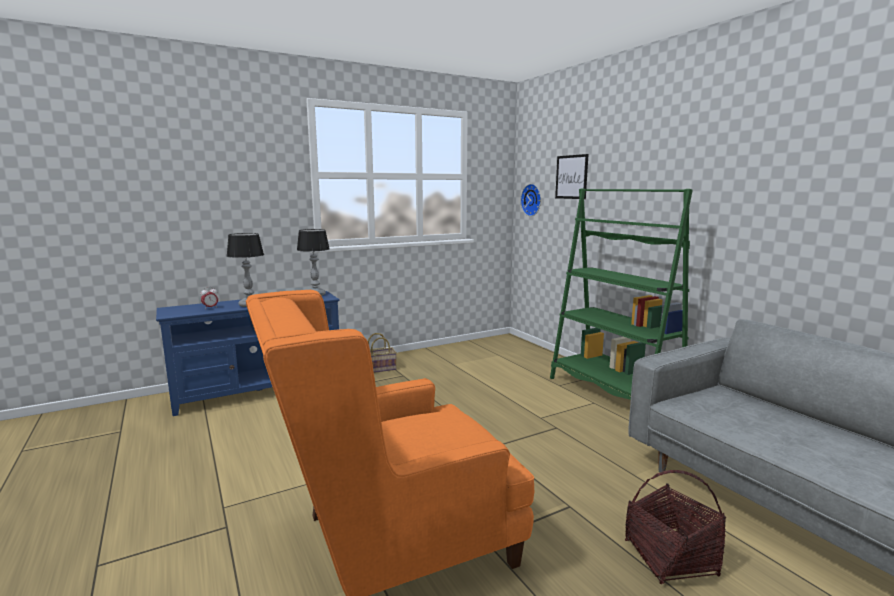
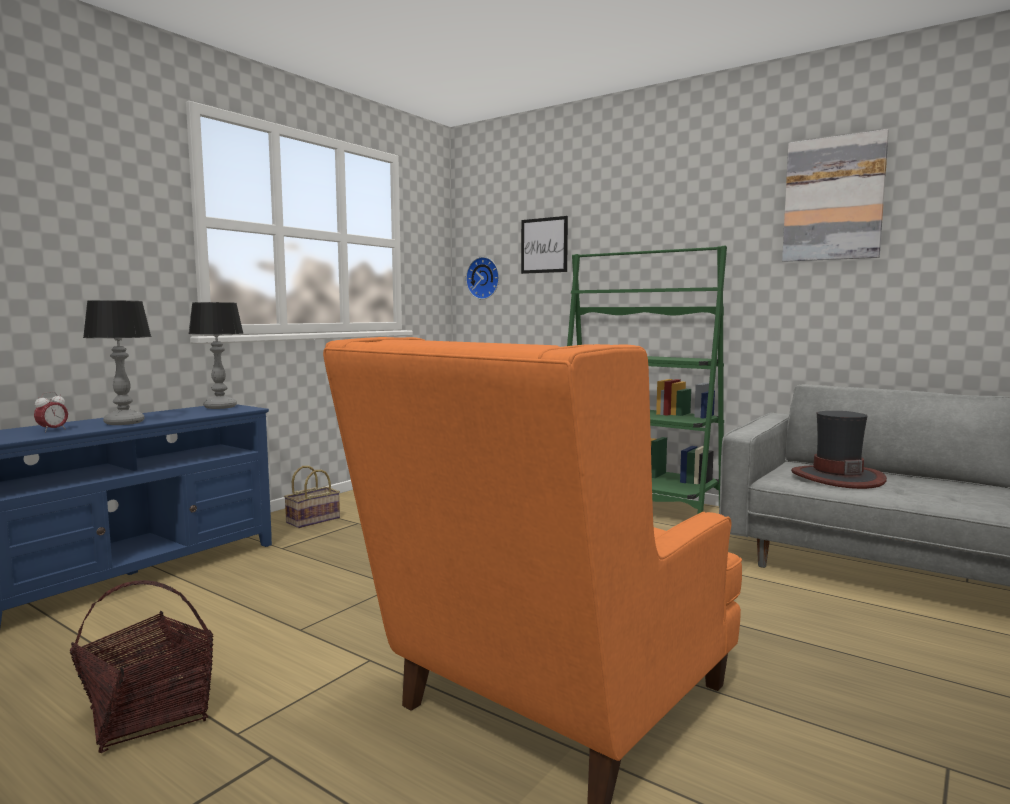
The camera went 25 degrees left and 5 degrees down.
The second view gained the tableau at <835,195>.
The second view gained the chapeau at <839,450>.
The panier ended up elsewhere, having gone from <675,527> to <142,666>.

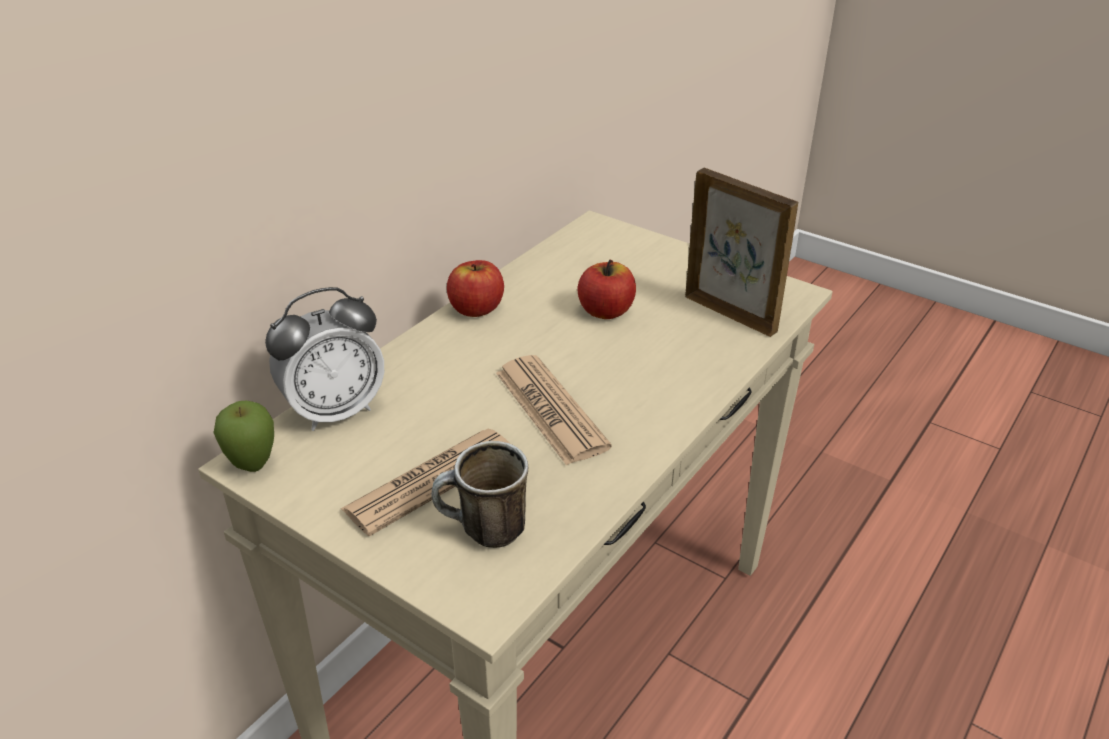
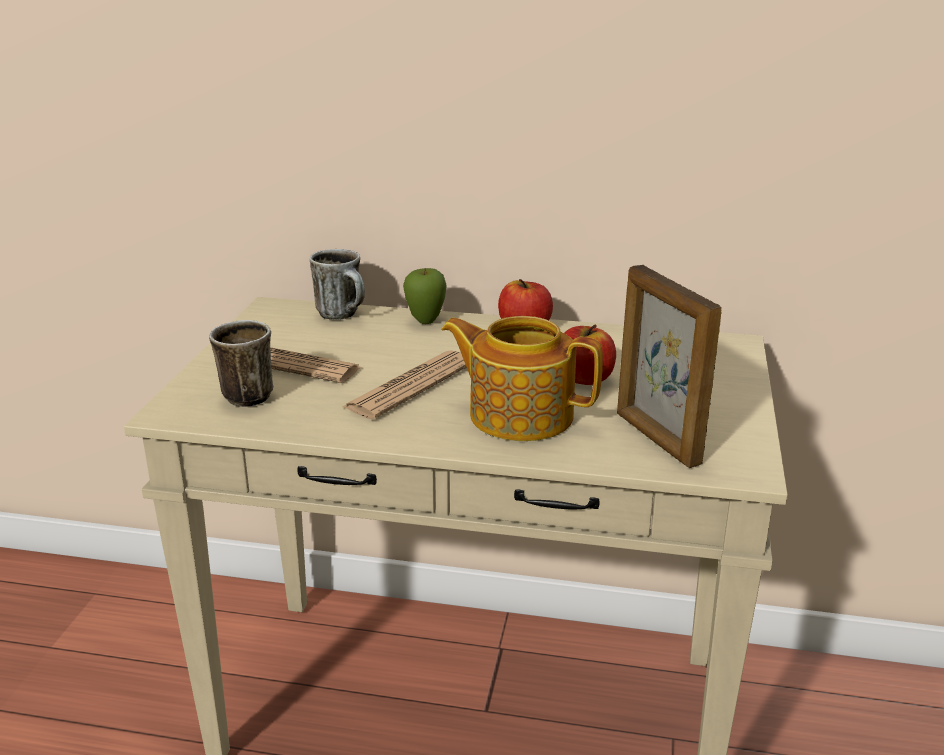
The camera went 65 degrees right and 10 degrees down.
The second view gained the théière at <522,378>.
The pomme ended up elsewhere, having gone from <243,436> to <425,296>.
Where the réveil stood at <324,359>, the mug came to stand at <337,284>.
The cadre photo at <741,252> ended up facing another way, 135 degrees clockwise from before.

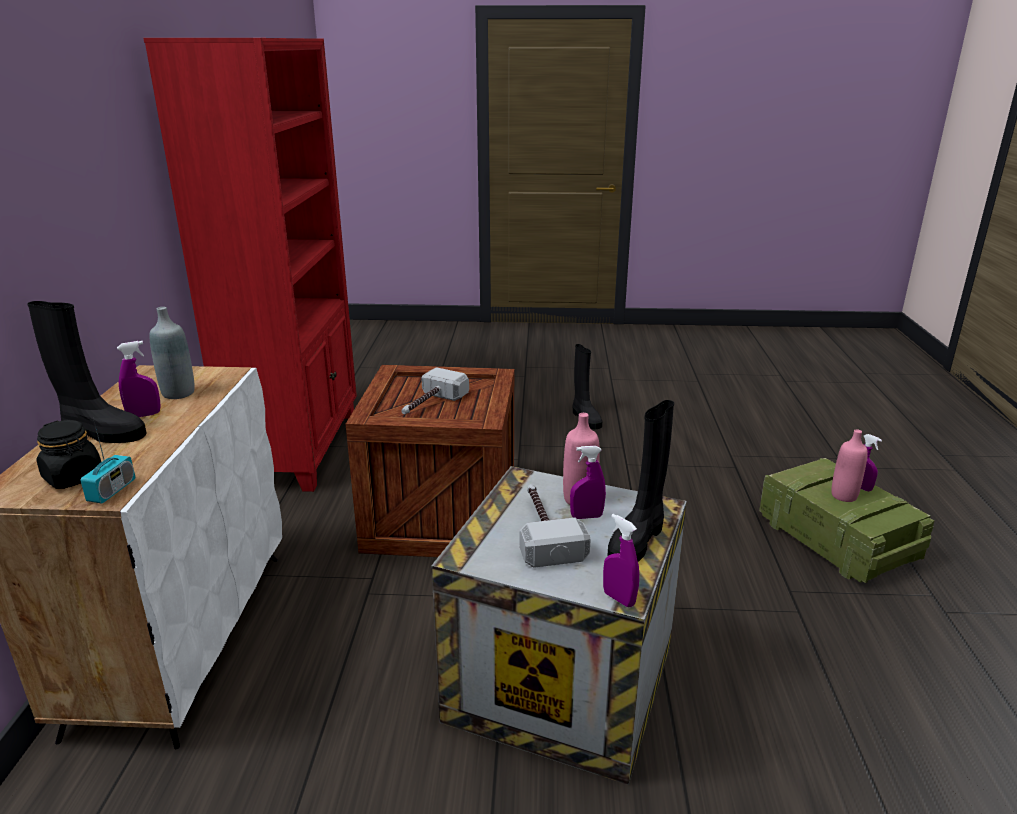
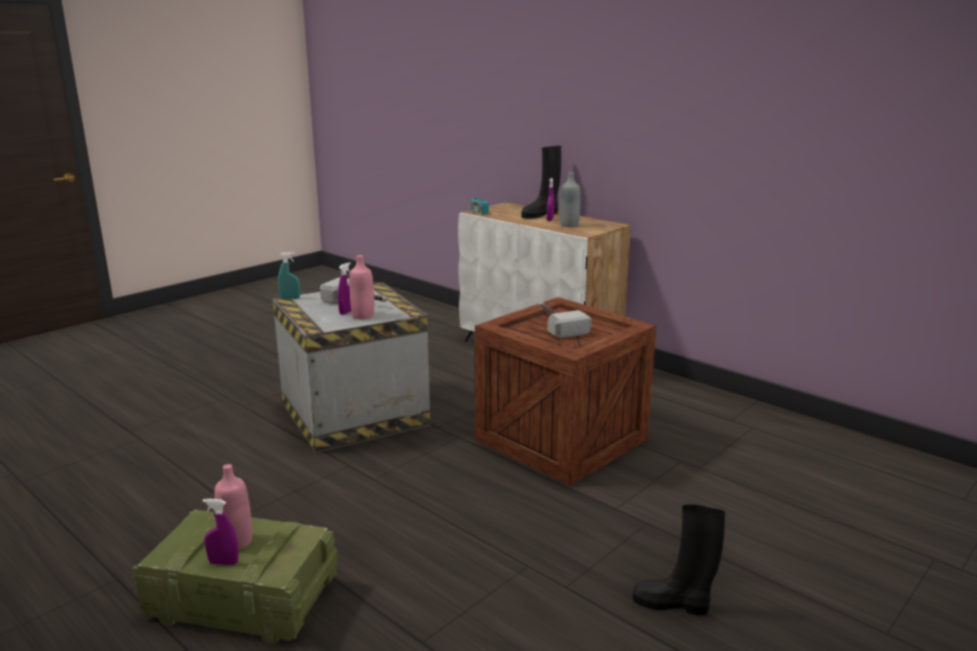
The camera went 130 degrees right and 5 degrees down.
The second view lost the bocal/noir at <69,454>.
The second view lost the bibliothèque/rouge at <250,265>.
The second view lost the botte/noir at <641,480>.
What was the vaporisateur/violet at <621,560> turned into the vaporisateur/turquoise at <289,275>.

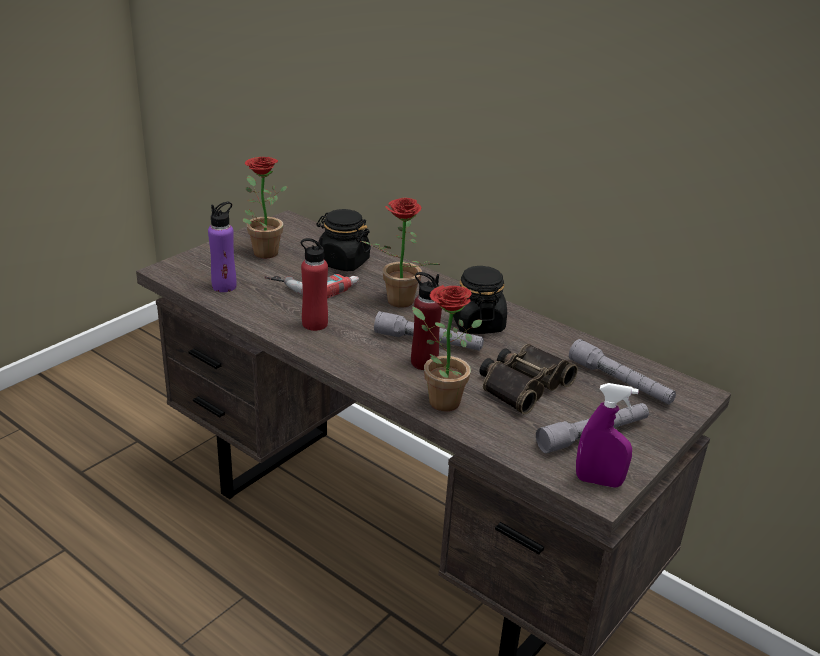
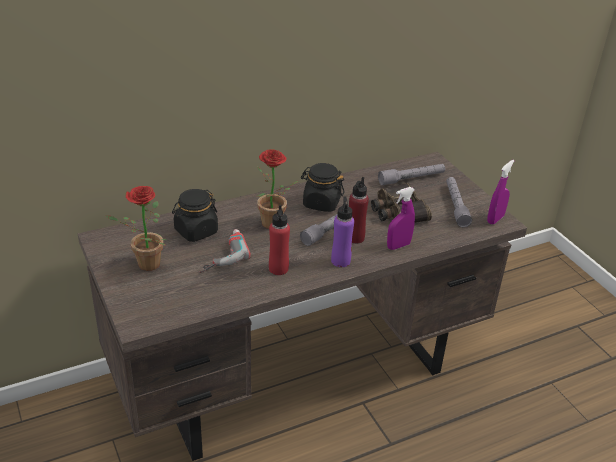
The camera went 65 degrees left and 5 degrees up.
The bouteille/violet ended up elsewhere, having gone from <222,247> to <342,231>.
Where the plante en pot stood at <447,348>, the vaporisateur/violet came to stand at <401,218>.

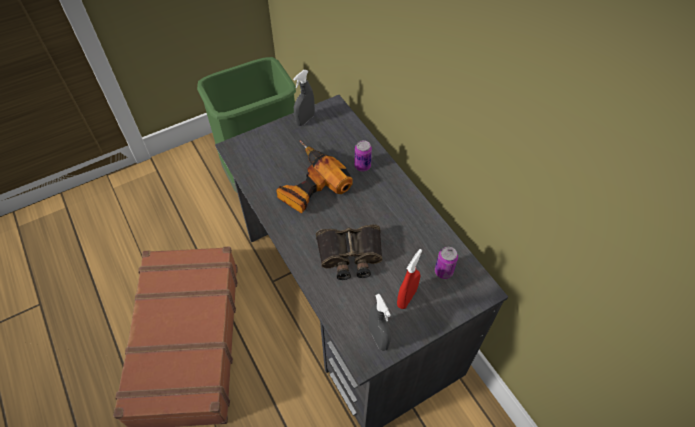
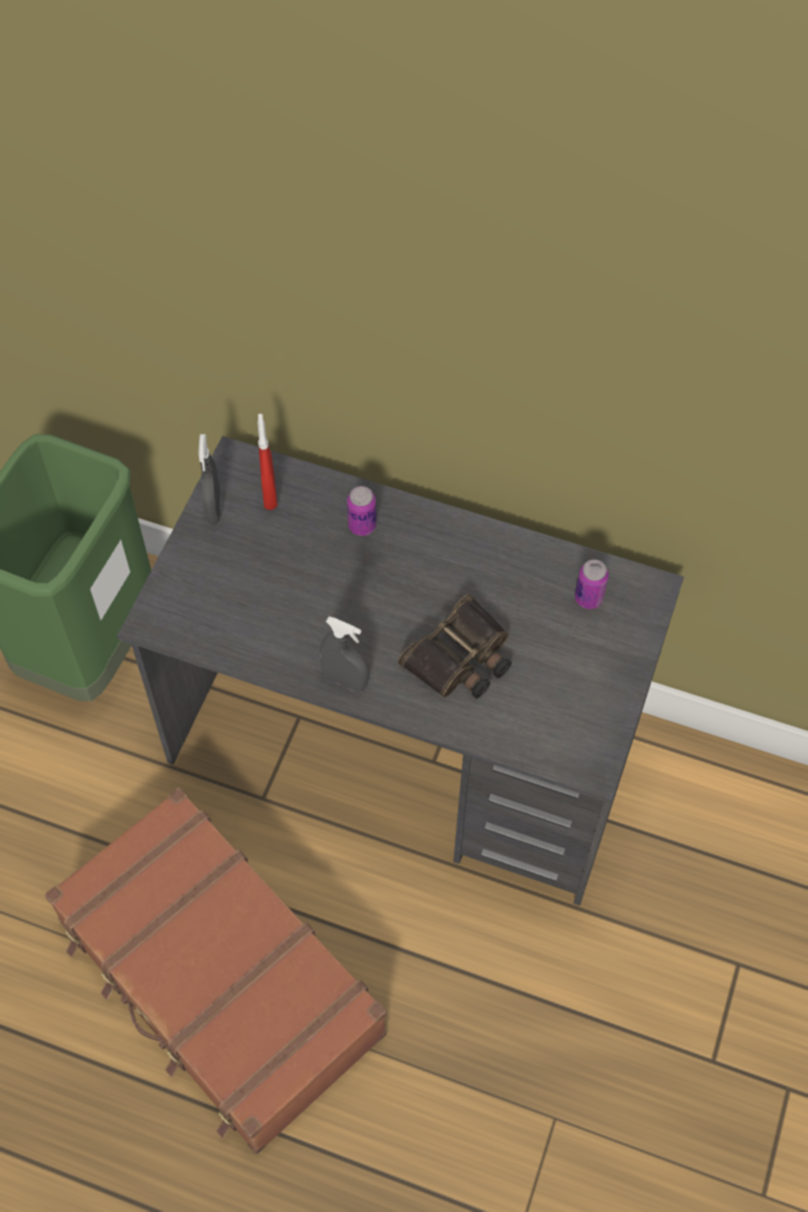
The camera went 40 degrees left and 5 degrees up.
The second view lost the perceuse at <314,177>.
The vaporisateur/gris ended up elsewhere, having gone from <380,322> to <344,654>.
The vaporisateur/rouge ended up elsewhere, having gone from <409,279> to <267,462>.

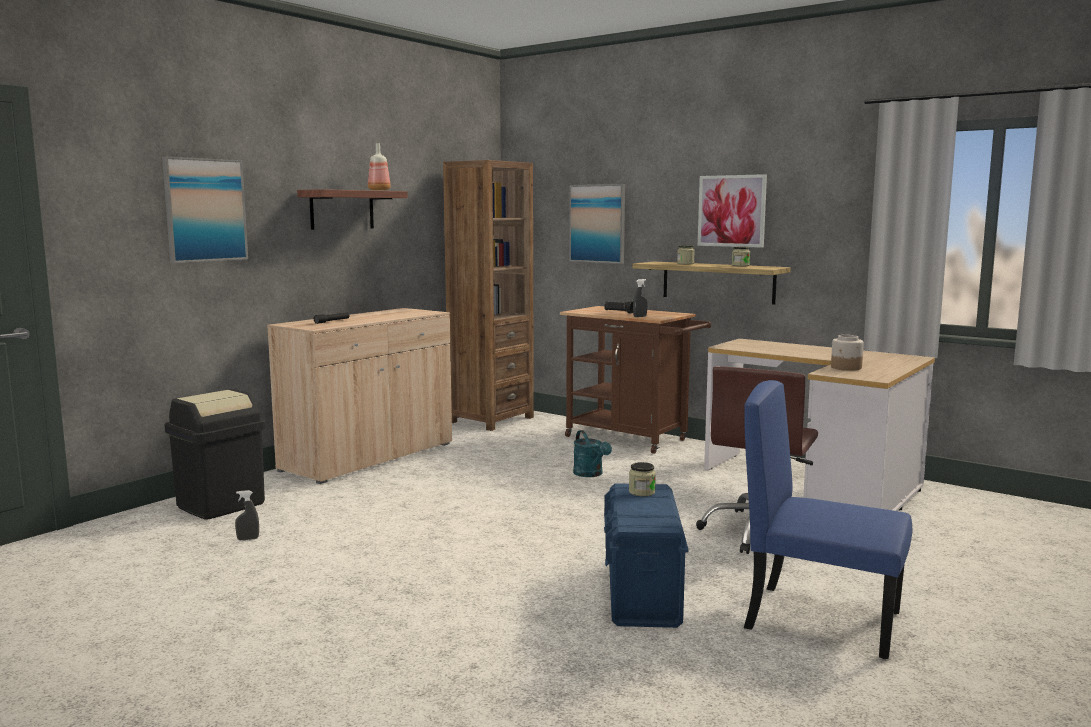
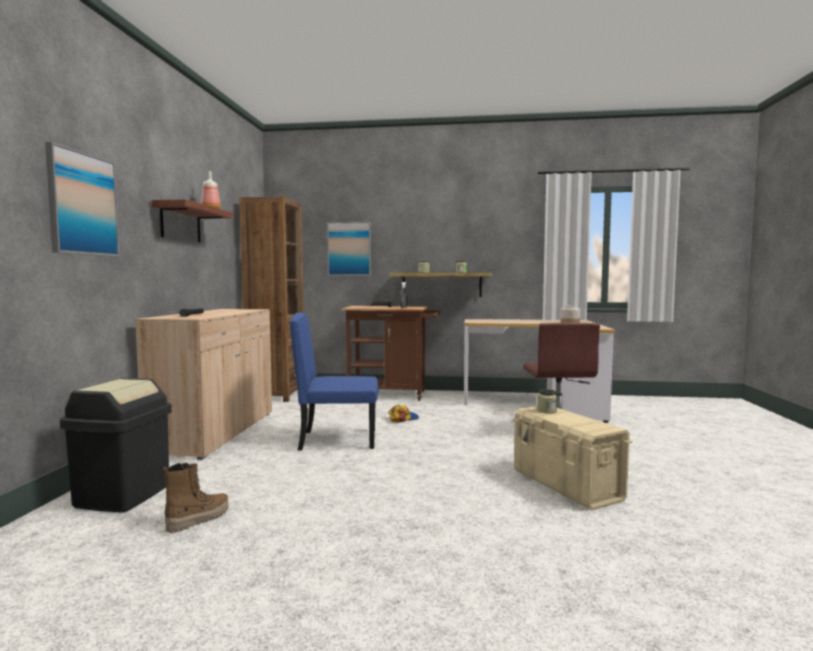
The camera went 30 degrees left and 5 degrees down.
The second view lost the tableau at <732,211>.
The chaise/bleu ended up elsewhere, having gone from <828,519> to <334,381>.
Where the vaporisateur/gris stood at <247,515>, the botte came to stand at <196,498>.
Where the arrosoir/turquoise stood at <592,453>, the casquette came to stand at <403,413>.
What was the boîte de rangement/bleu at <646,555> turned into the boîte de rangement/beige at <572,458>.

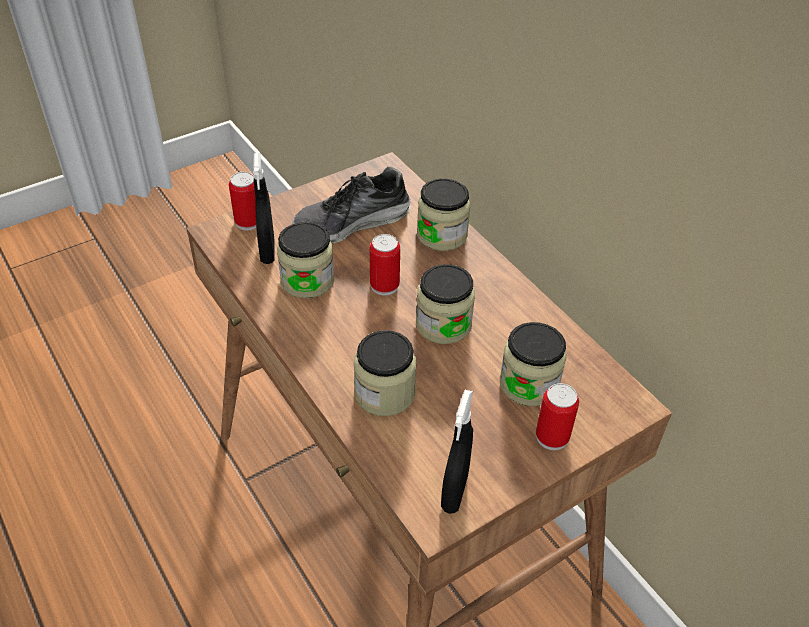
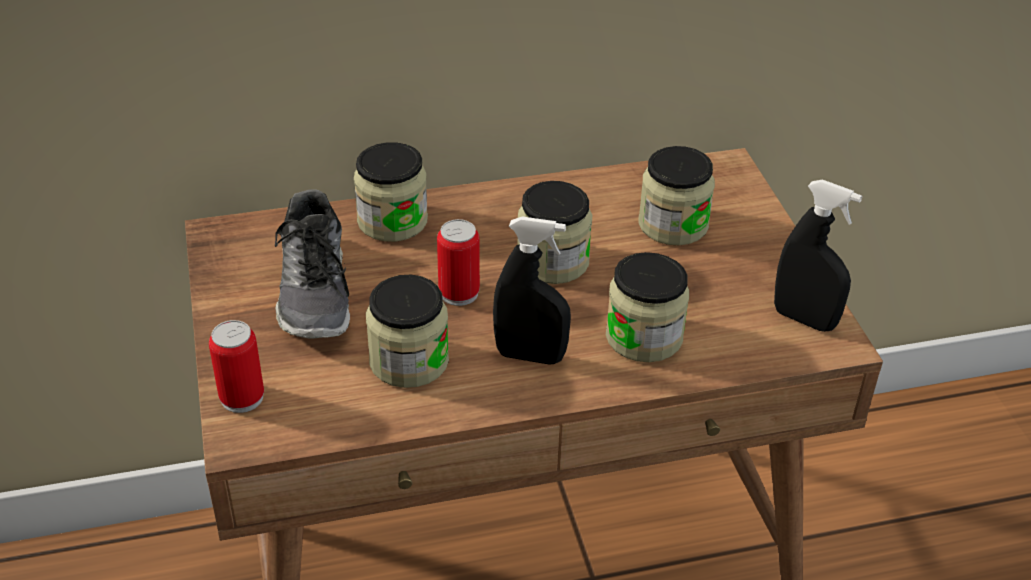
The camera went 70 degrees left and 5 degrees down.
The second view lost the boîte métallique at <557,416>.
The vaporisateur/noir ended up elsewhere, having gone from <264,208> to <532,290>.

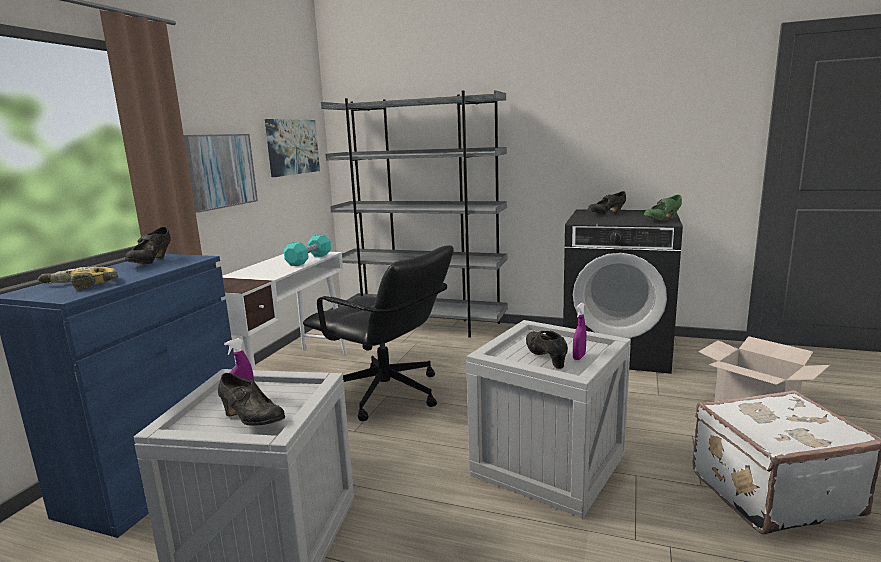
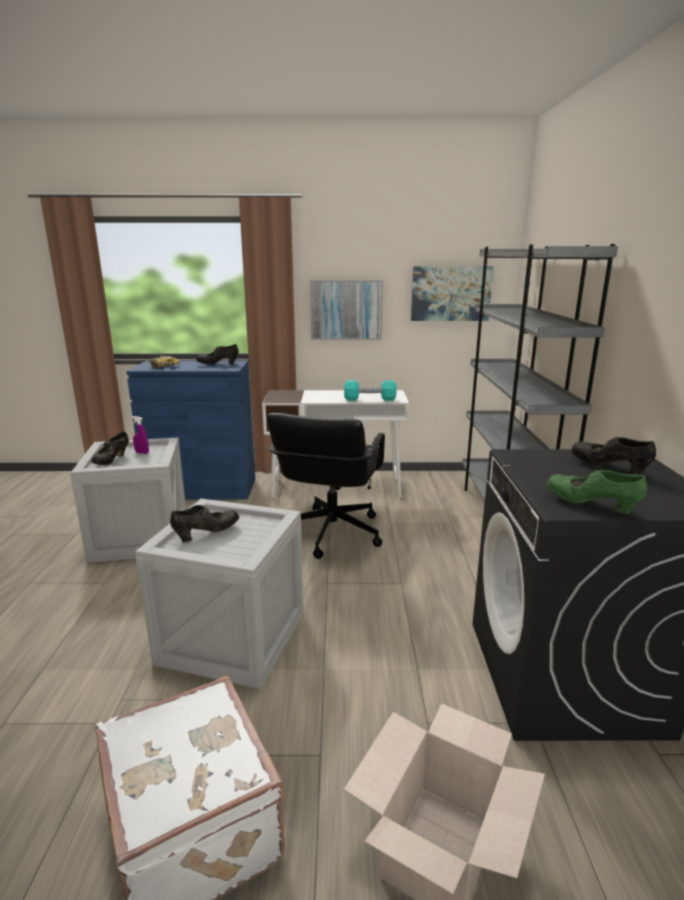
The camera went 70 degrees right and 5 degrees up.
The second view lost the vaporisateur/violet at <579,331>.

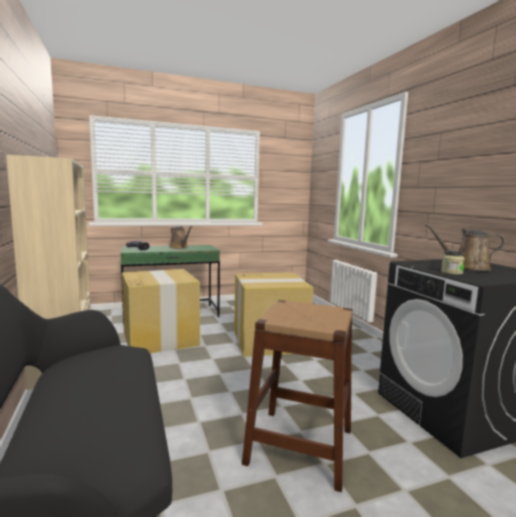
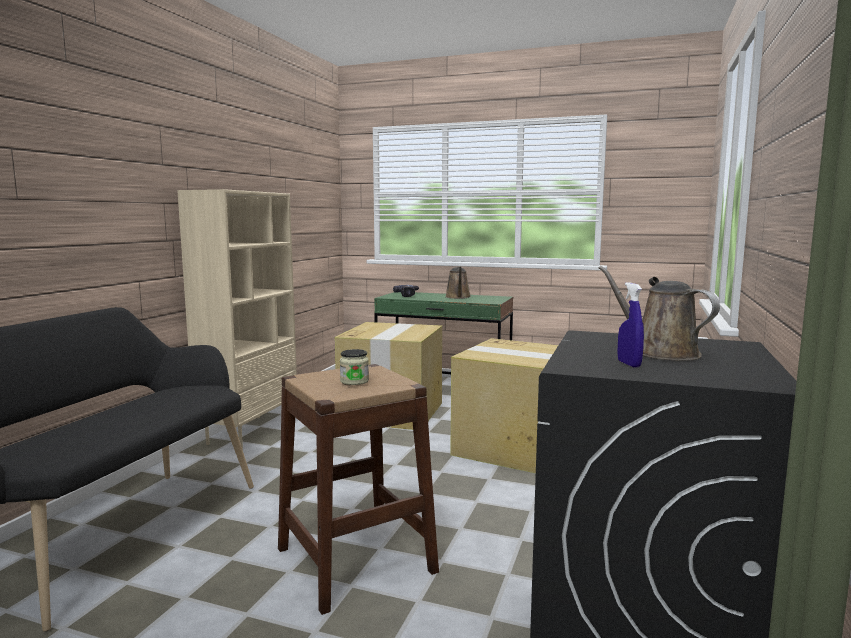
The camera went 40 degrees right and 0 degrees up.
The second view gained the vaporisateur/bleu at <631,325>.
The bocal ended up elsewhere, having gone from <453,263> to <354,367>.

